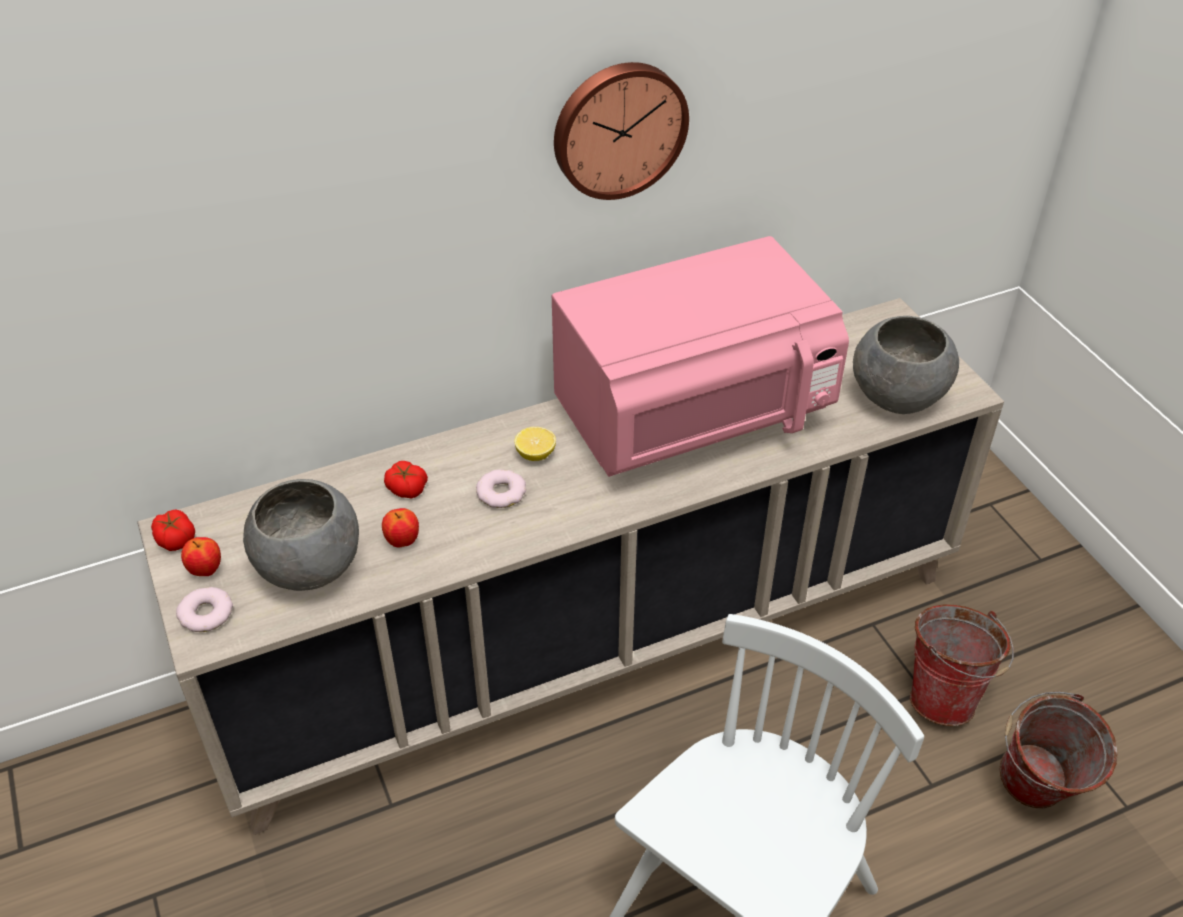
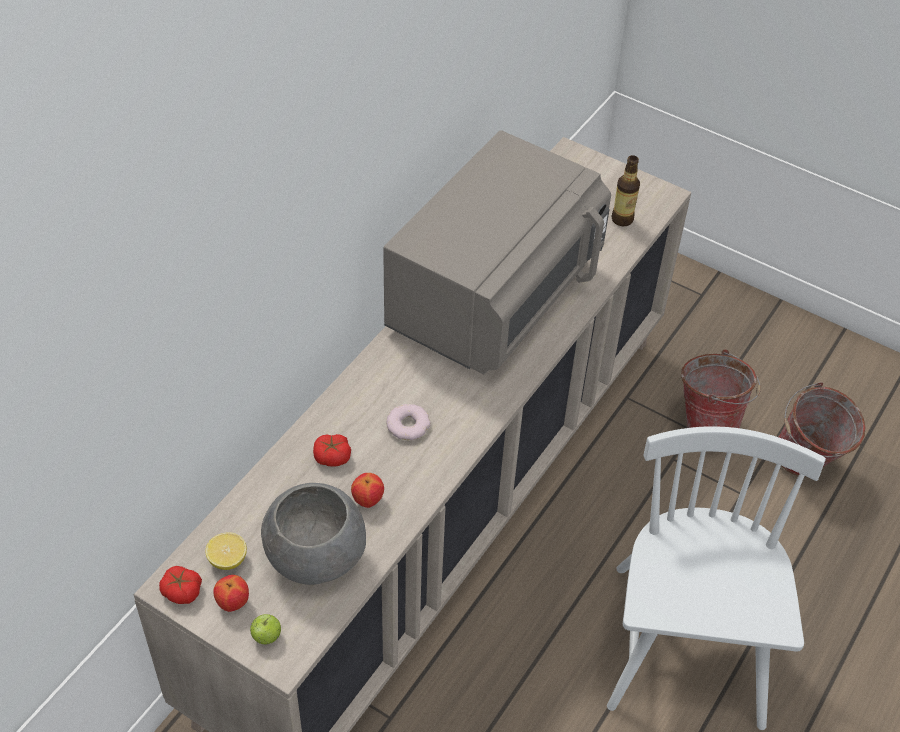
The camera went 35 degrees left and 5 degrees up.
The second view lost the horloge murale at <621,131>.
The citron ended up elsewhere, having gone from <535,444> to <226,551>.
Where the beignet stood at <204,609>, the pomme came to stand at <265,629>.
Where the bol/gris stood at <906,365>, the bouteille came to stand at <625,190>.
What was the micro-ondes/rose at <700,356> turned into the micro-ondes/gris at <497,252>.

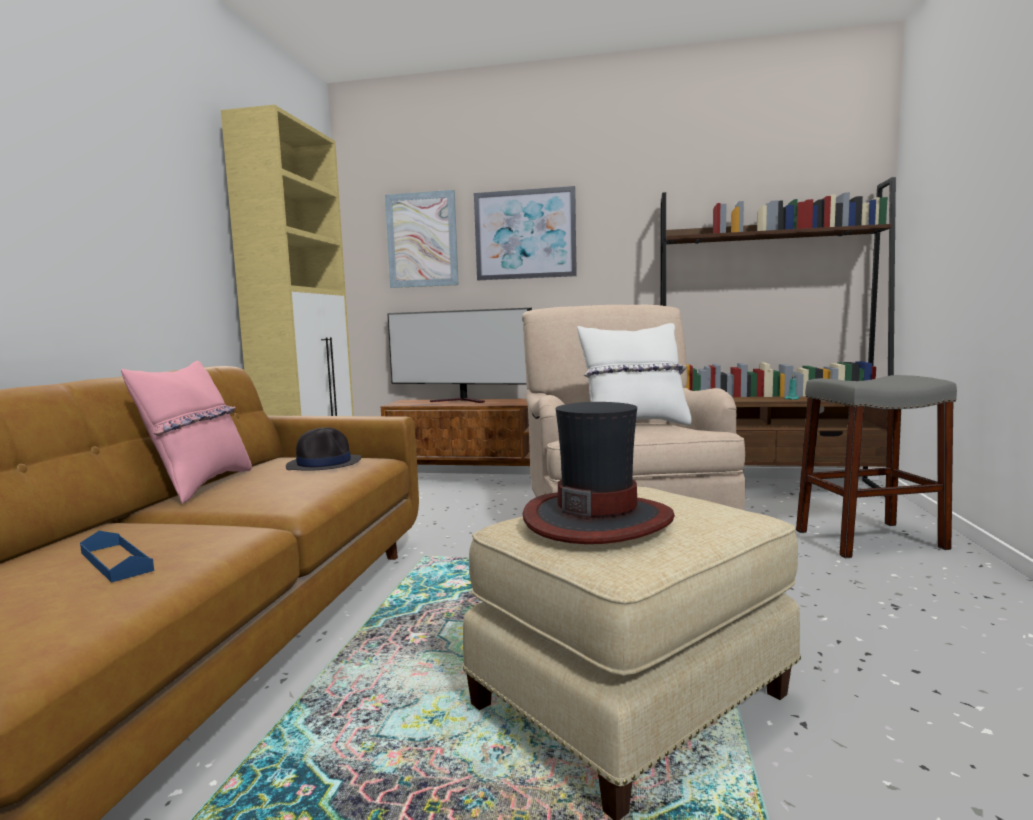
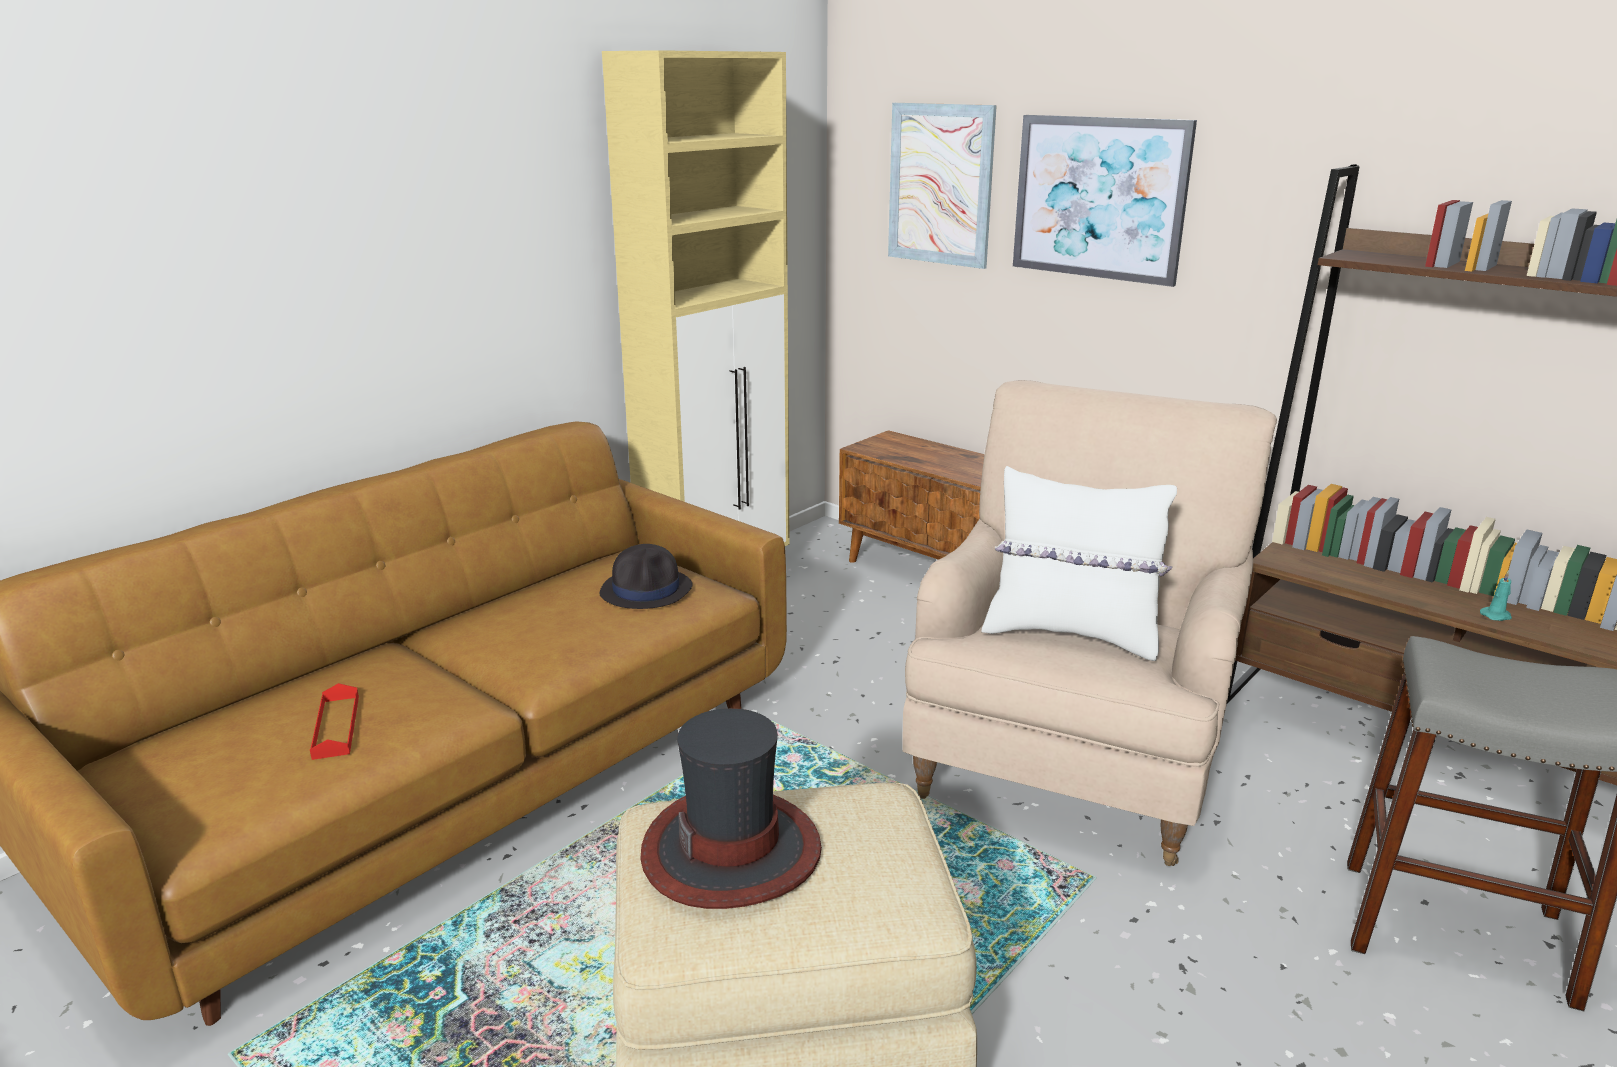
The camera went 30 degrees right and 15 degrees up.
The second view lost the coussin/rose at <186,432>.
The second view lost the téléviseur at <459,355>.
What was the plateau/bleu at <117,557> turned into the plateau/rouge at <334,721>.

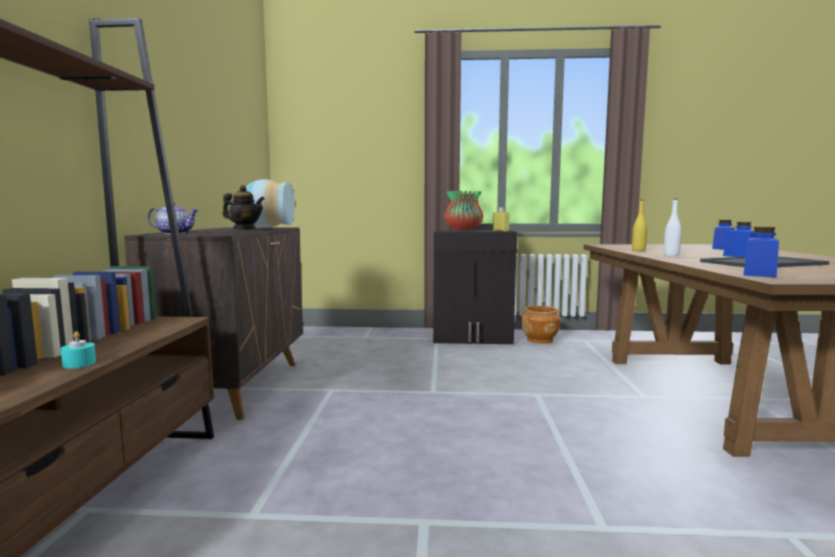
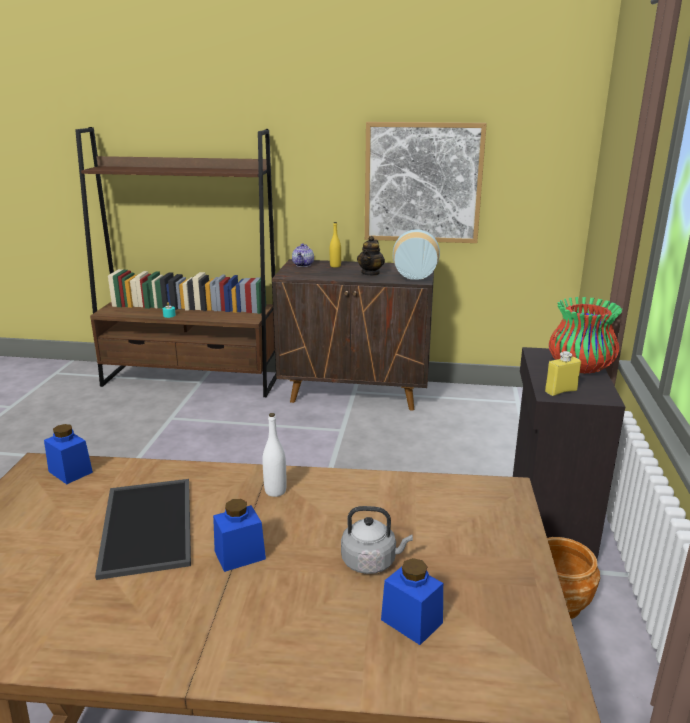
The camera went 95 degrees right and 15 degrees up.
The second view gained the bouilloire/gris at <377,540>.
The second view gained the tableau at <426,182>.
The bouteille/jaune ended up elsewhere, having gone from <639,225> to <335,244>.

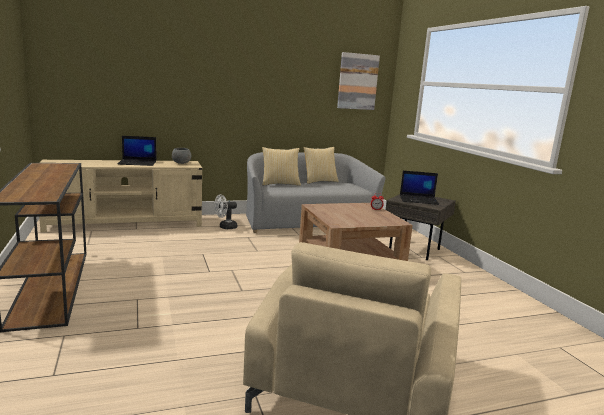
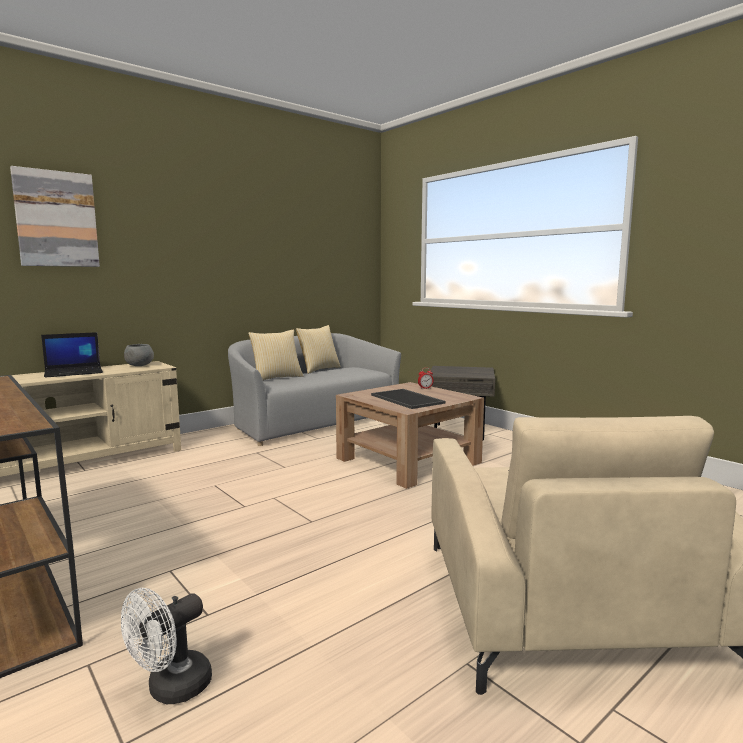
The camera went 20 degrees left and 5 degrees down.
The second view lost the ordinateur portable at <419,188>.
The second view gained the plateau at <408,399>.
The ventilateur/blanc ended up elsewhere, having gone from <225,211> to <166,646>.
The tableau ended up elsewhere, having gone from <358,81> to <55,216>.

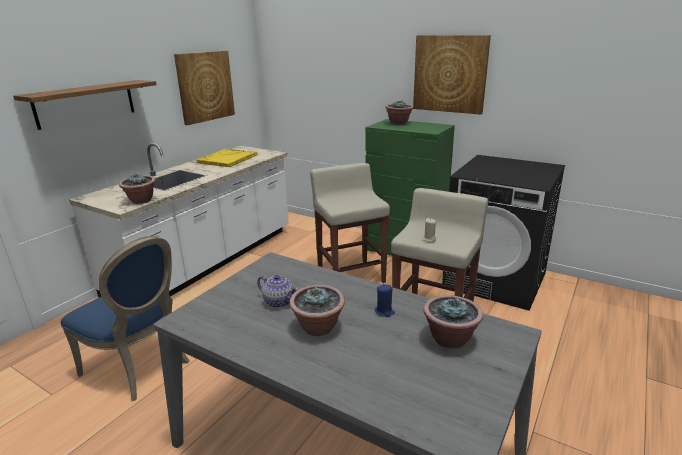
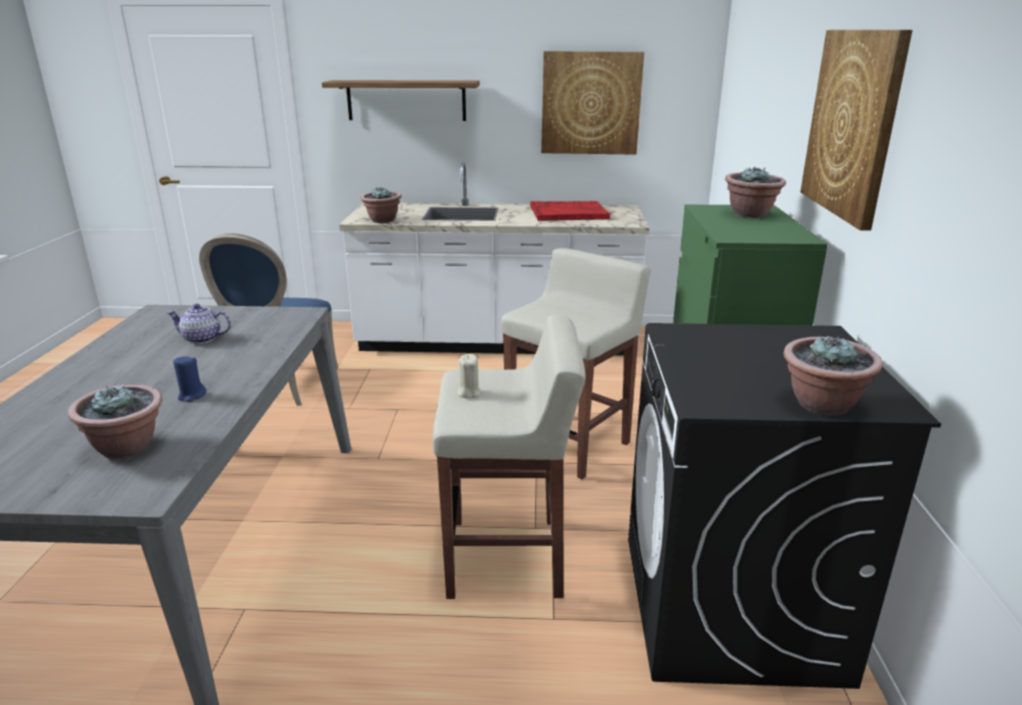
The camera went 60 degrees right and 0 degrees up.
The plante en pot ended up elsewhere, having gone from <317,310> to <833,375>.
What was the plateau/jaune at <226,158> turned into the plateau/rouge at <570,211>.
The théière at <278,291> ended up facing another way, 90 degrees clockwise from before.

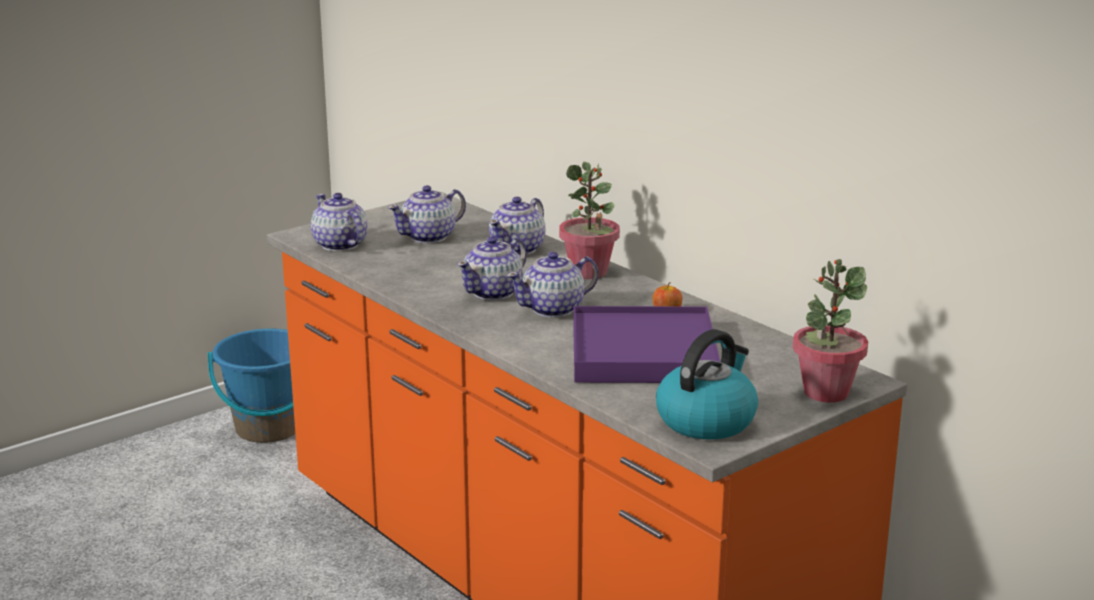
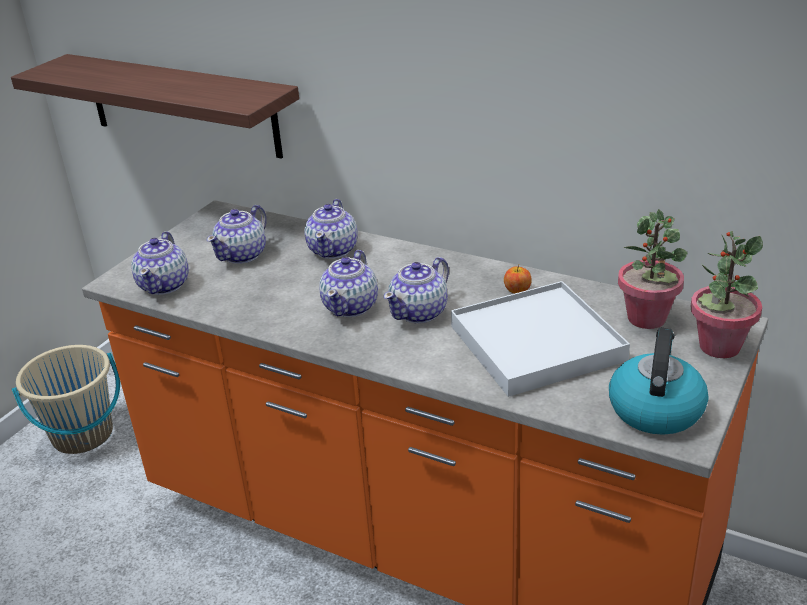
The camera went 20 degrees left and 10 degrees up.
The second view gained the étagère at <155,106>.
The plante en pot ended up elsewhere, having gone from <589,220> to <652,269>.
What was the seau/bleu at <251,386> turned into the seau/beige at <66,399>.
What was the plateau/violet at <647,344> turned into the plateau/blanc at <540,339>.
The théière at <339,222> ended up facing another way, 120 degrees counterclockwise from before.

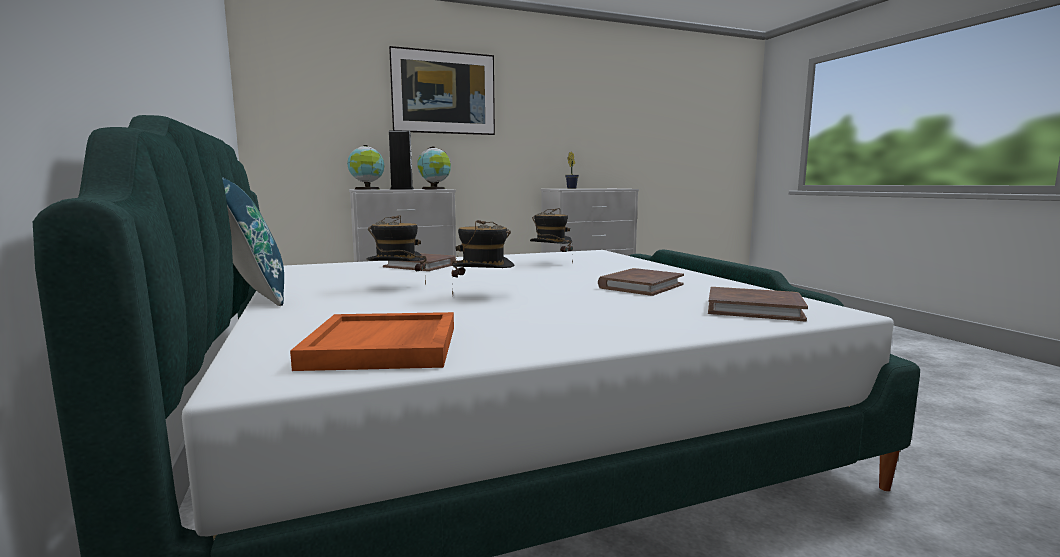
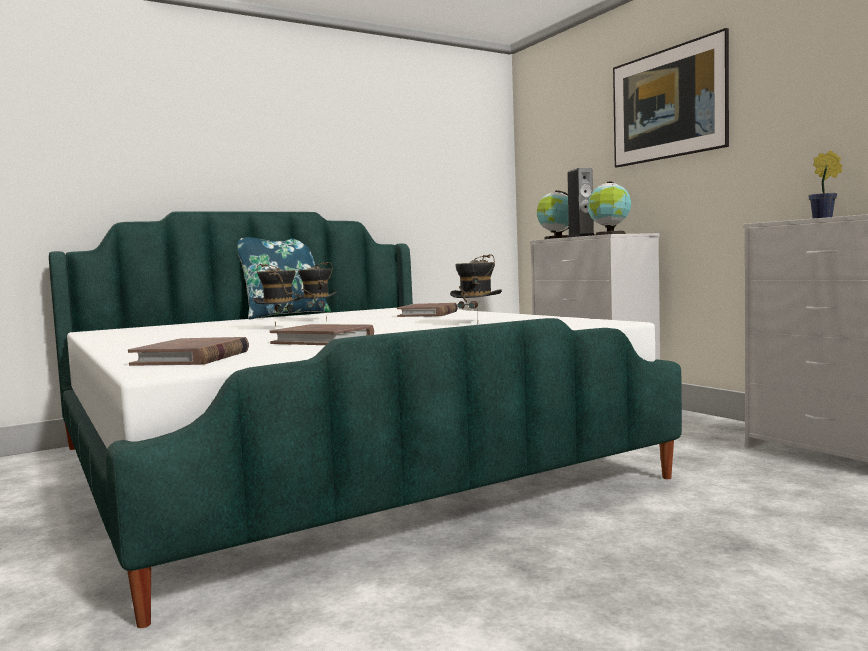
The camera went 80 degrees right and 5 degrees down.
The second view lost the plateau/orange at <372,341>.

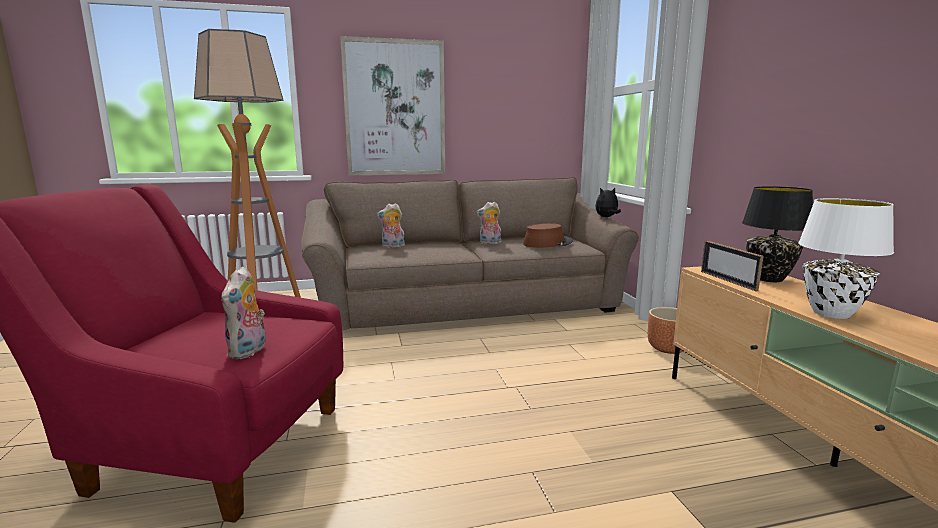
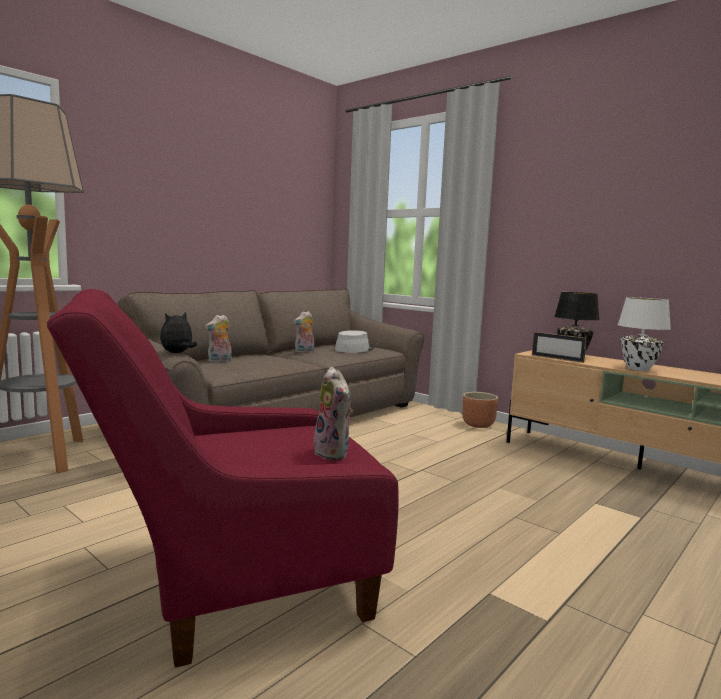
The camera went 35 degrees left and 5 degrees down.
The second view lost the tableau at <392,106>.
The peluche ended up elsewhere, having gone from <608,202> to <178,332>.
What was the chapeau/marron at <548,235> turned into the chapeau/gris at <354,341>.

